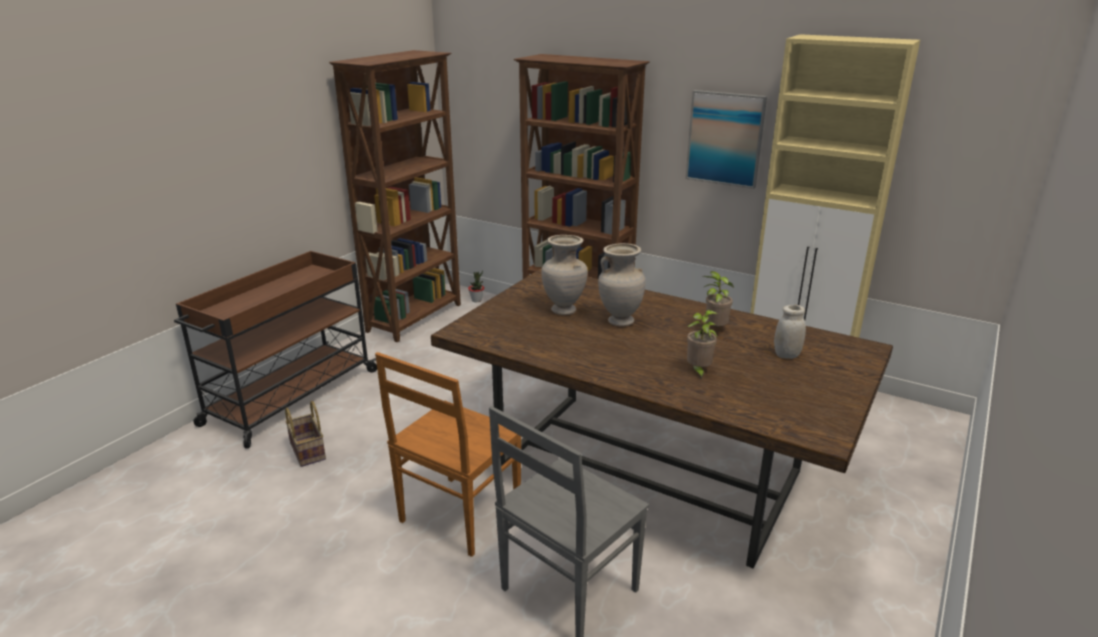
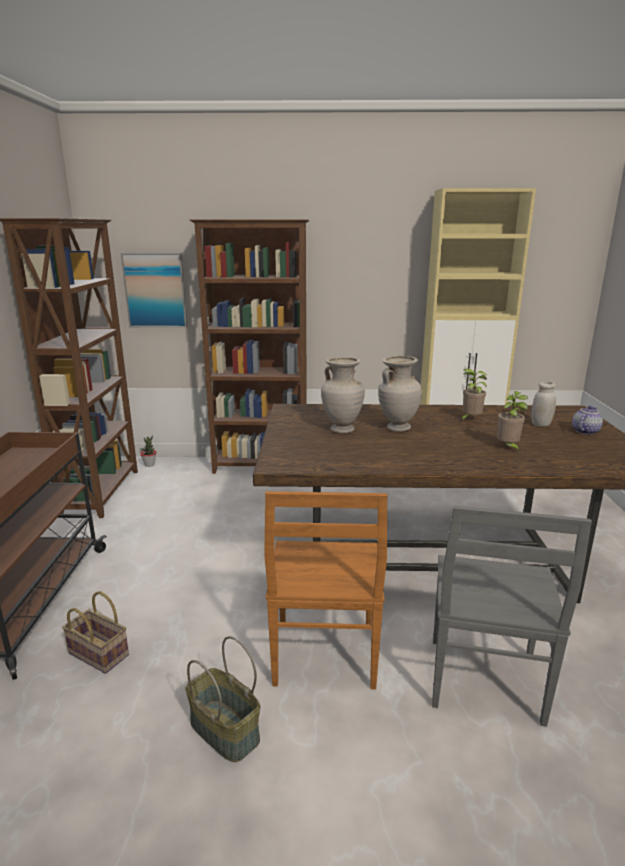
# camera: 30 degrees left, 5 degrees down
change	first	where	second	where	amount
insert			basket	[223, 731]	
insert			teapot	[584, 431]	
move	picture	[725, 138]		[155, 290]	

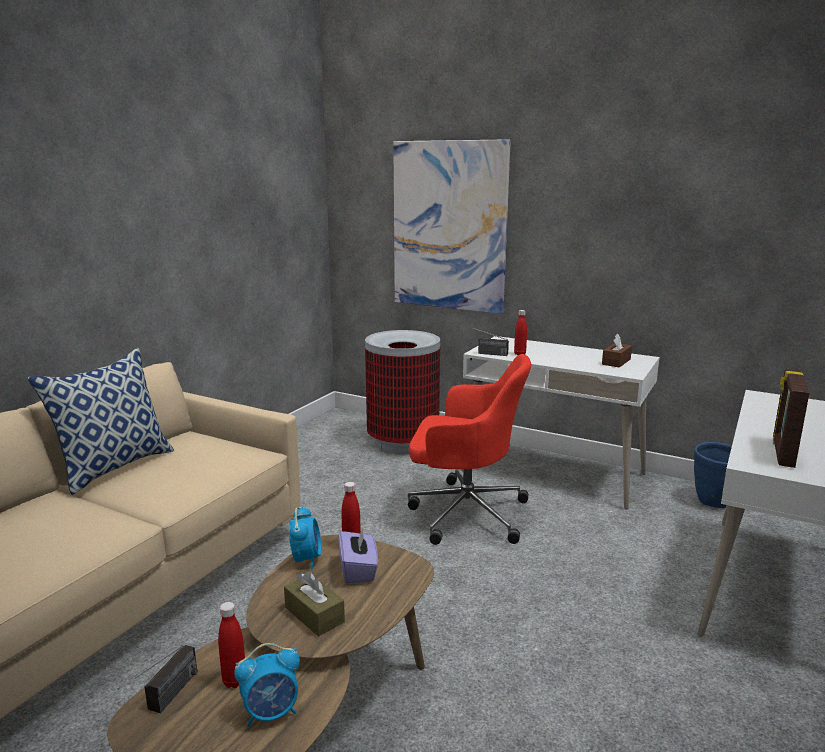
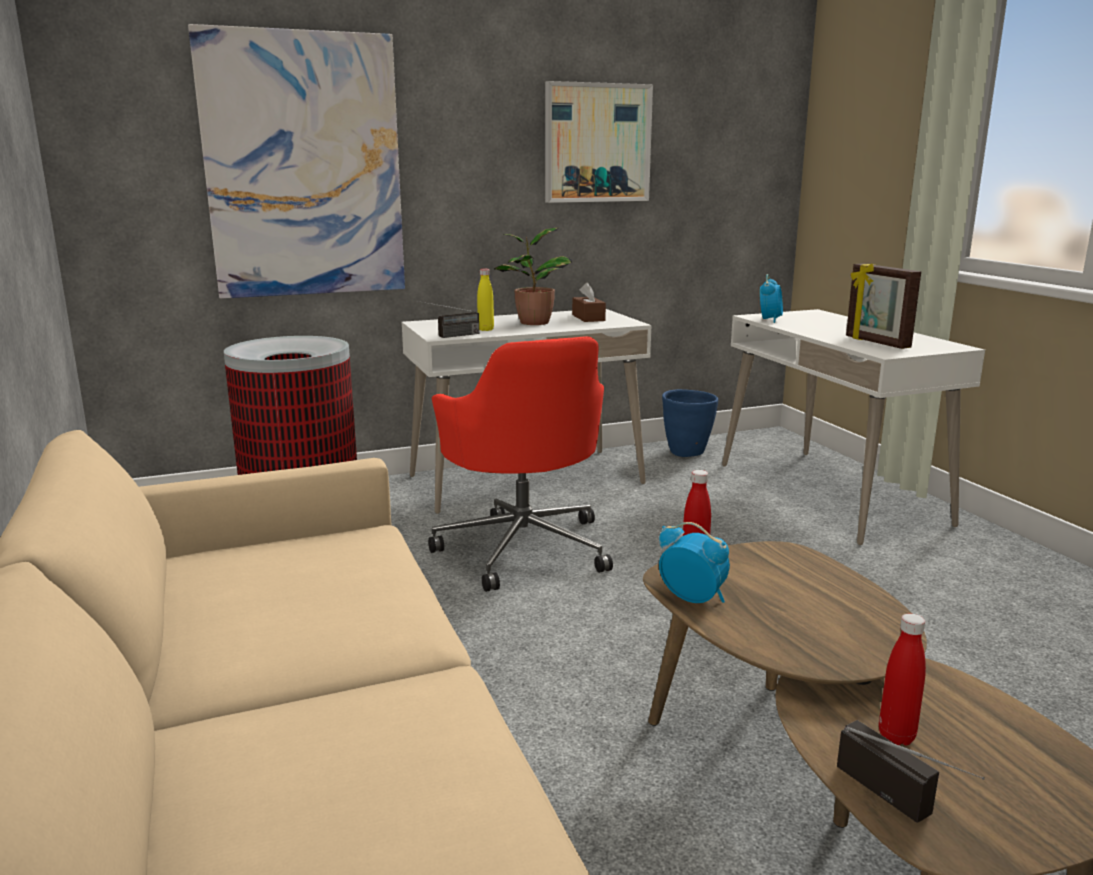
# camera: 50 degrees left, 0 degrees up
change	first	where	second	where	amount
delete	pillow	[115, 467]			
delete	brown tissue box	[314, 615]			
delete	purple tissue box	[358, 570]			
insert			potted plant	[532, 322]	
insert			picture	[597, 143]	
move	alarm clock	[271, 713]		[769, 320]	
recolor	red bottle	[519, 354]	yellow bottle	[485, 329]	
rotate	red office chair	[465, 512]		[524, 548]	105 degrees clockwise

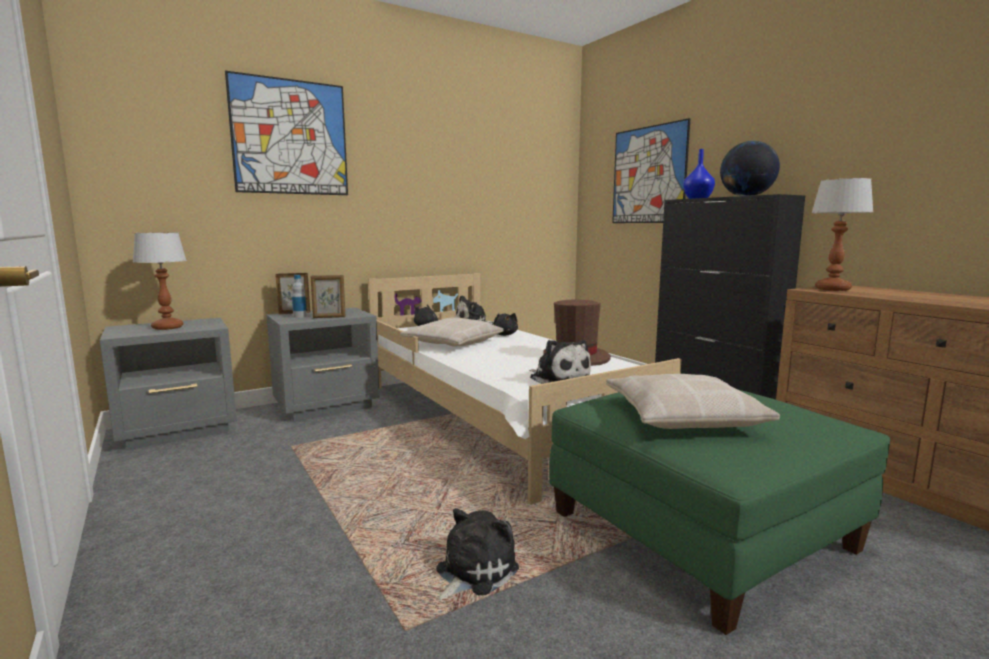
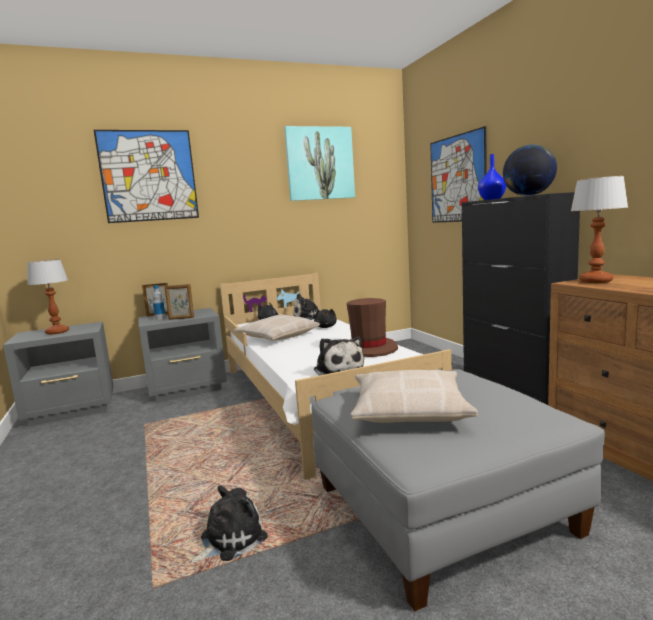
# camera: 10 degrees right, 0 degrees up
change	first	where	second	where	amount
insert			picture	[320, 163]	
recolor	green ottoman	[700, 530]	grey ottoman	[441, 508]	

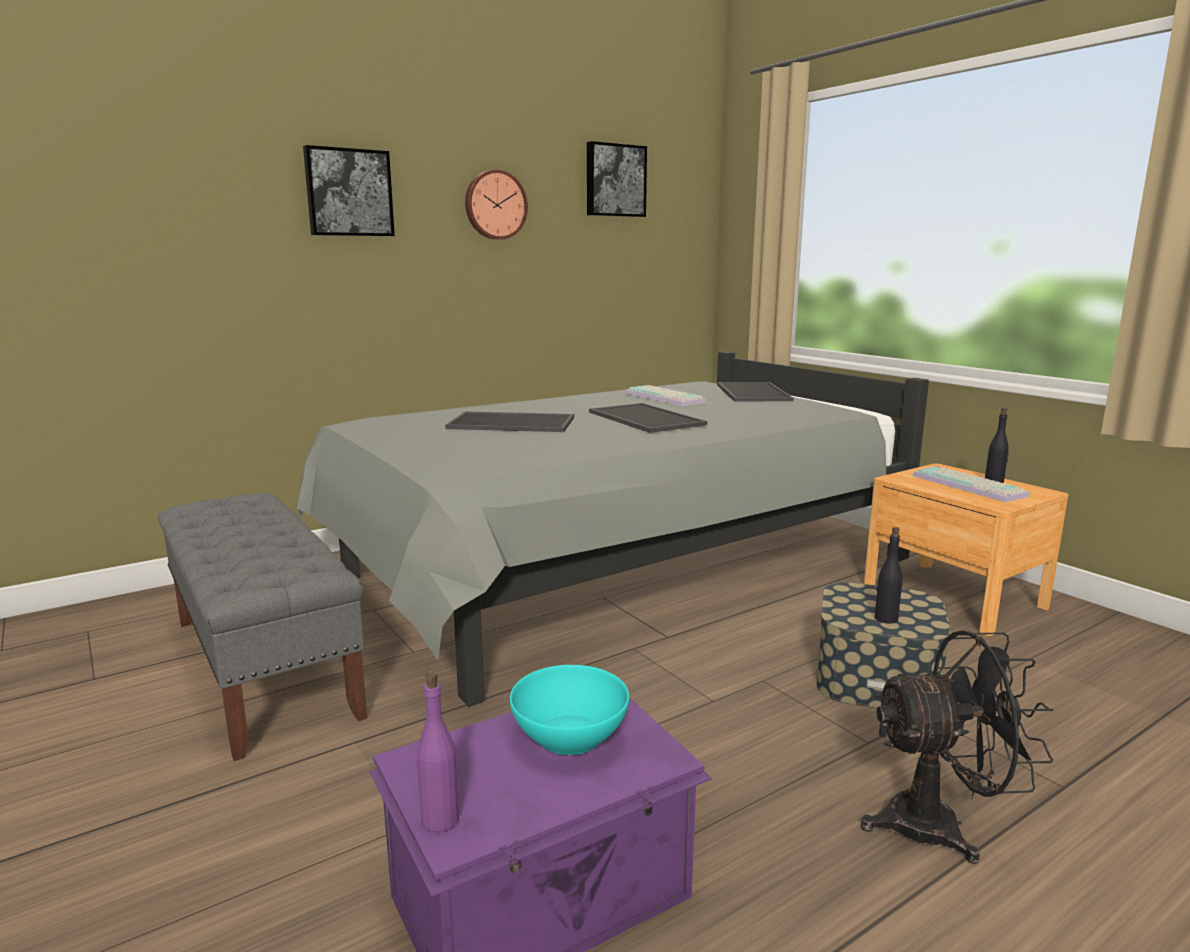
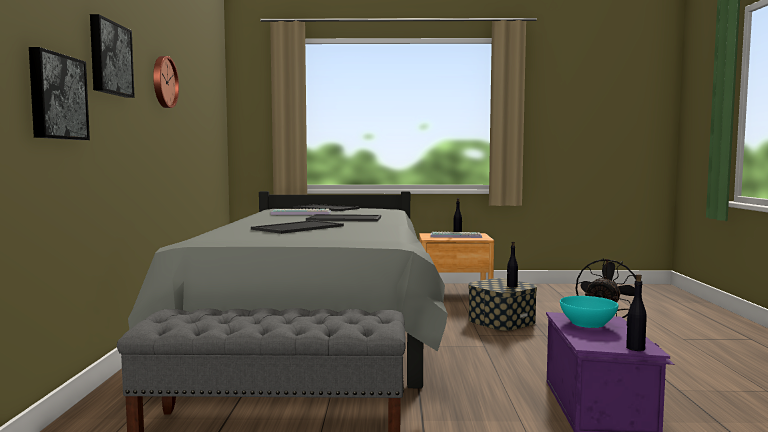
# camera: 55 degrees left, 10 degrees down
change	first	where	second	where	amount
move	picture	[614, 180]		[56, 97]	
recolor	purple bottle	[440, 819]	black bottle	[635, 348]	

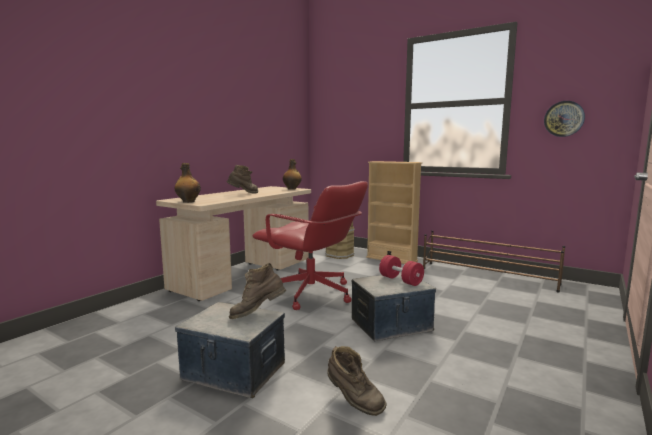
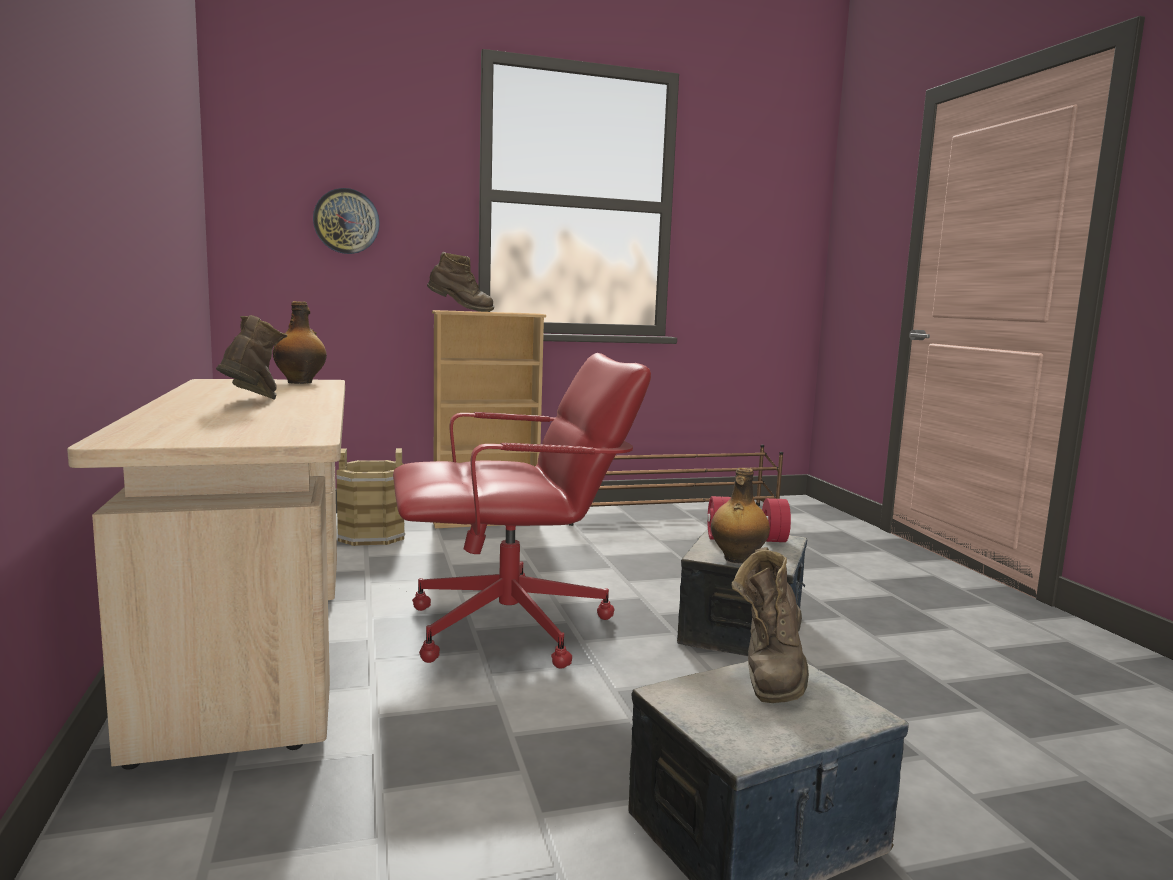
# camera: 50 degrees left, 0 degrees up
change	first	where	second	where	amount
move	bottle	[188, 201]		[737, 559]	
move	brown boot	[353, 401]		[461, 310]	
move	wall clock	[564, 119]		[346, 221]	

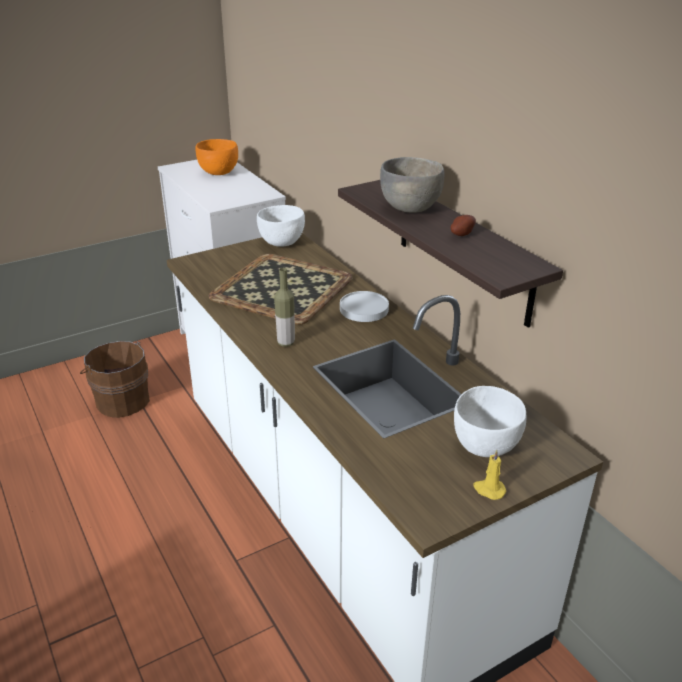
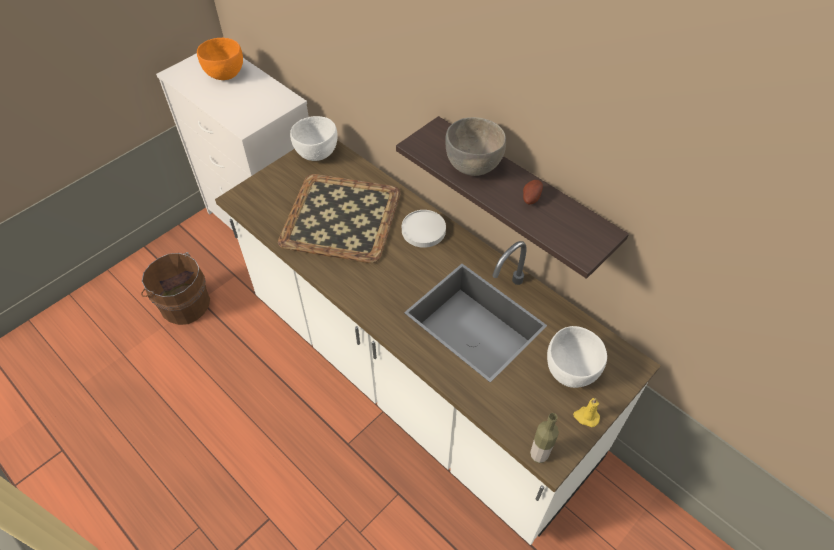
# camera: 15 degrees left, 20 degrees up
change	first	where	second	where	amount
move	bottle	[286, 343]		[539, 455]	

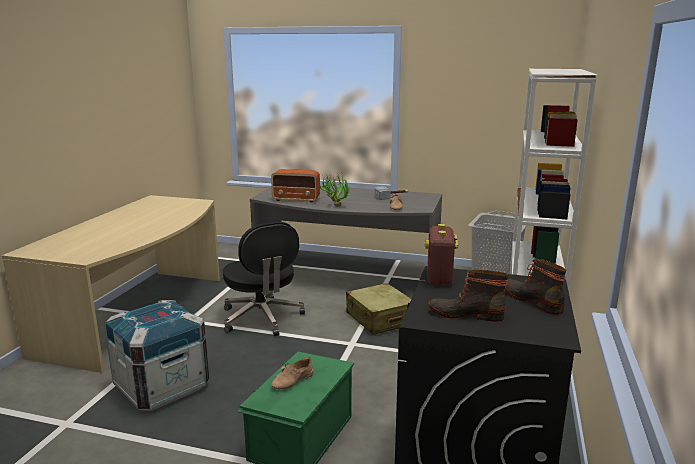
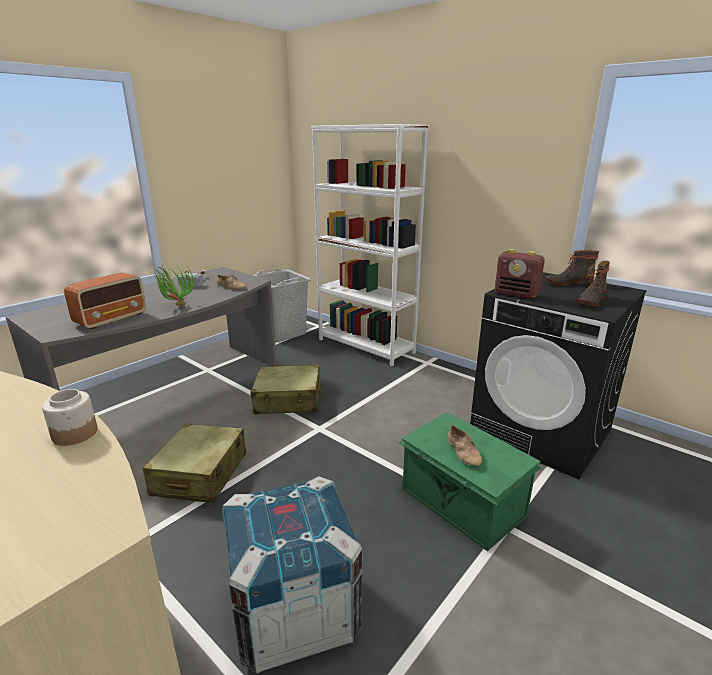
# camera: 65 degrees left, 5 degrees up
change	first	where	second	where	amount
insert			jar	[75, 433]	
replace	black office chair	[262, 318]	beige suitcase	[200, 474]	

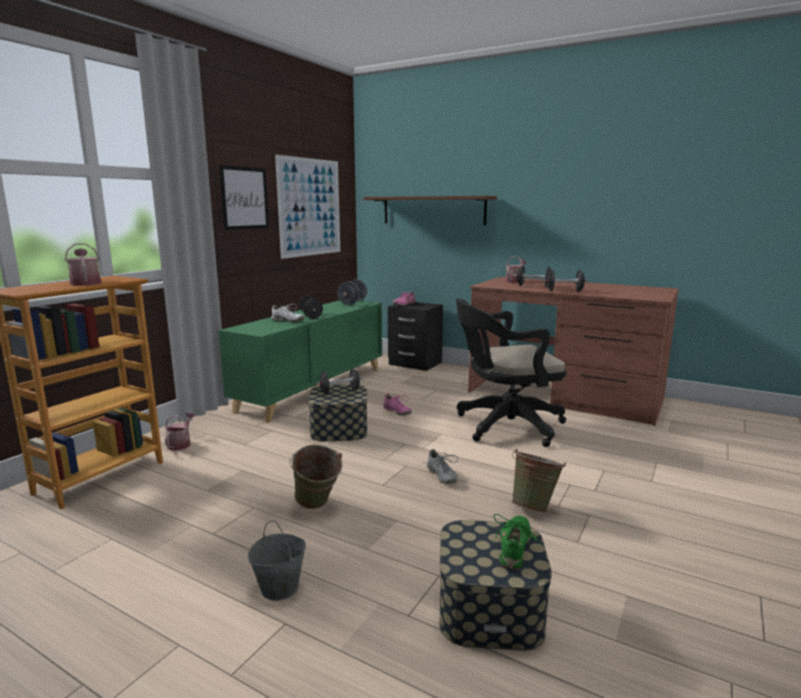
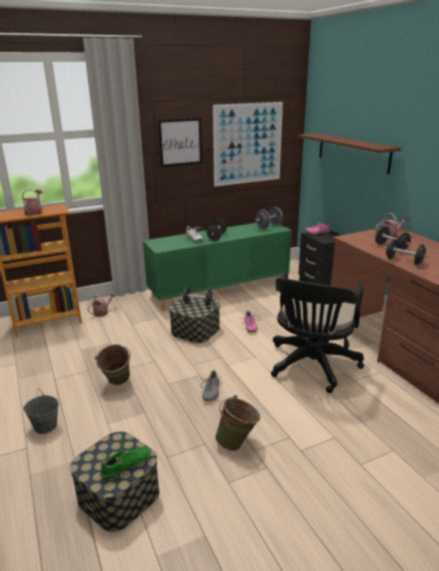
# camera: 35 degrees right, 10 degrees up
change	first	where	second	where	amount
rotate	black office chair	[504, 426]		[311, 367]	90 degrees counterclockwise

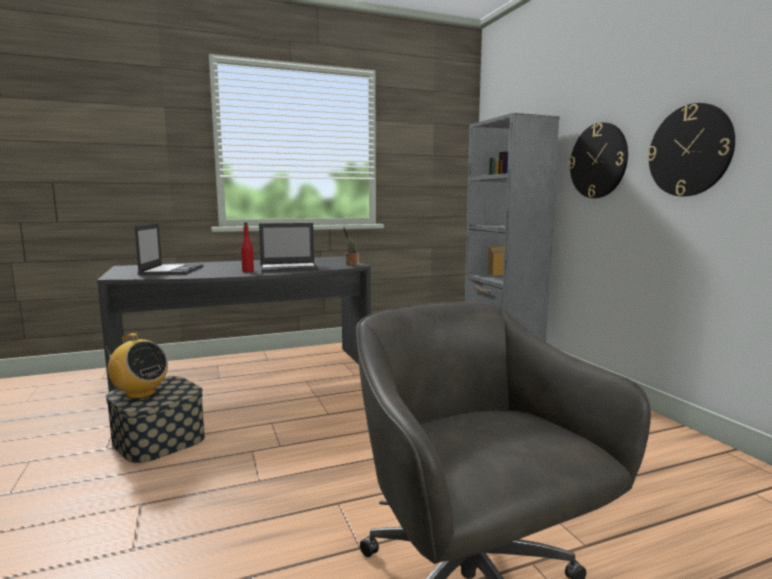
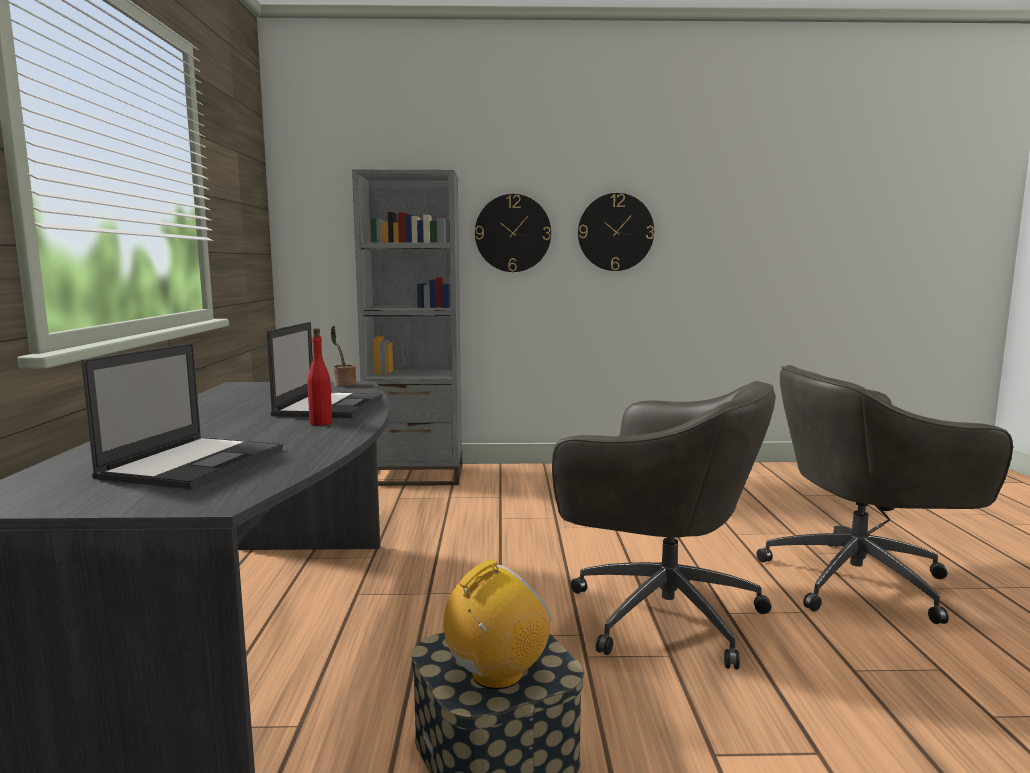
# camera: 70 degrees left, 0 degrees up
change	first	where	second	where	amount
insert			grey office chair	[659, 613]	
rotate	laptop	[172, 270]		[195, 462]	90 degrees clockwise

